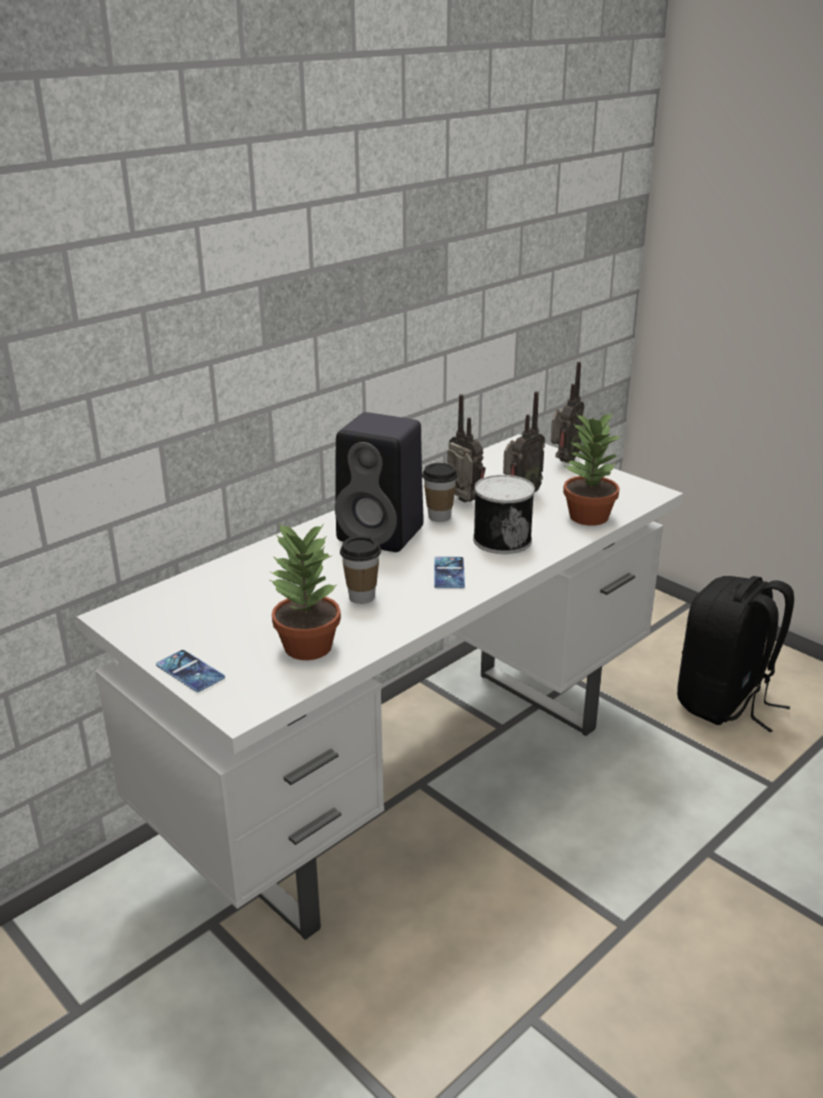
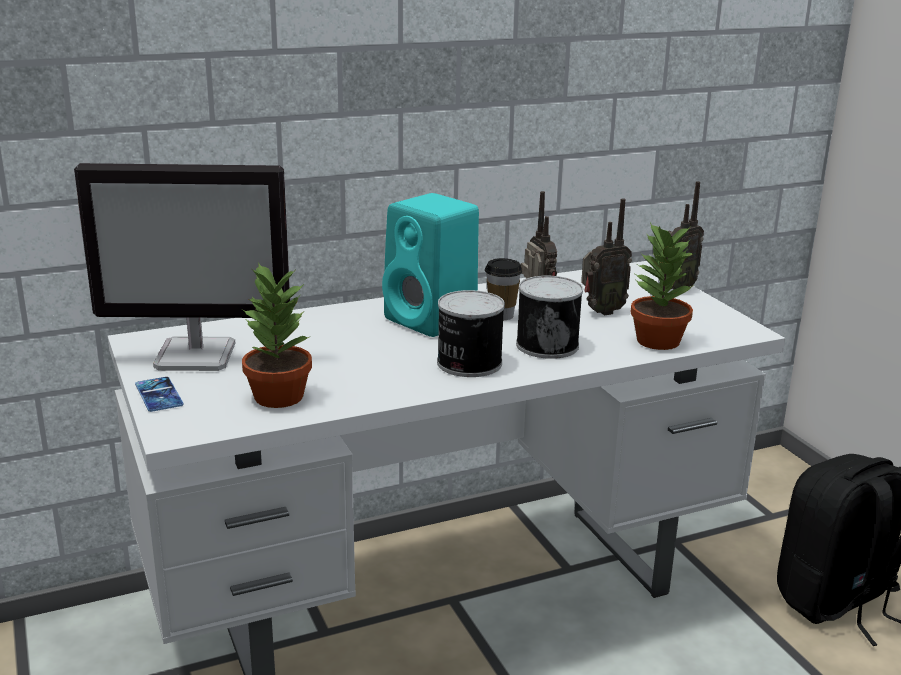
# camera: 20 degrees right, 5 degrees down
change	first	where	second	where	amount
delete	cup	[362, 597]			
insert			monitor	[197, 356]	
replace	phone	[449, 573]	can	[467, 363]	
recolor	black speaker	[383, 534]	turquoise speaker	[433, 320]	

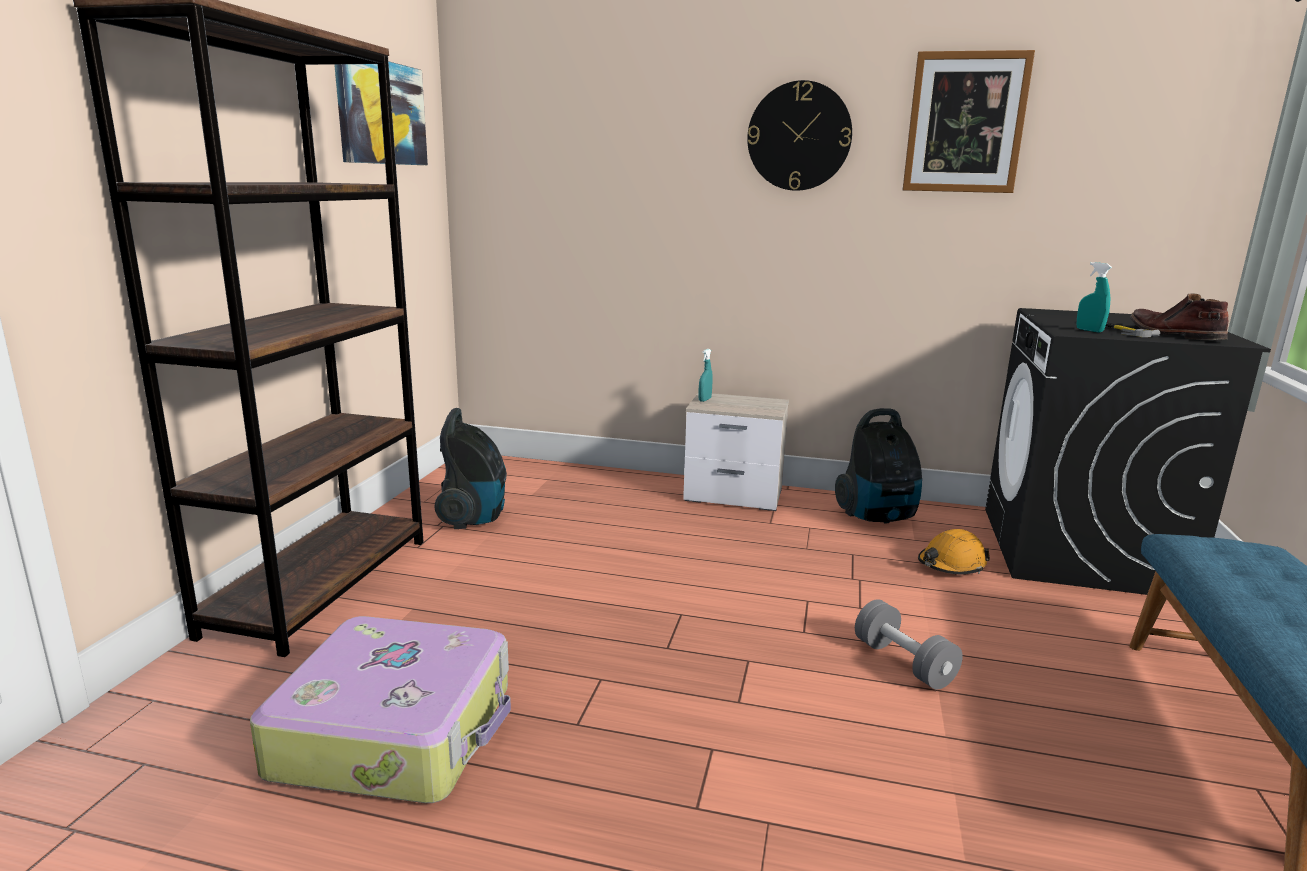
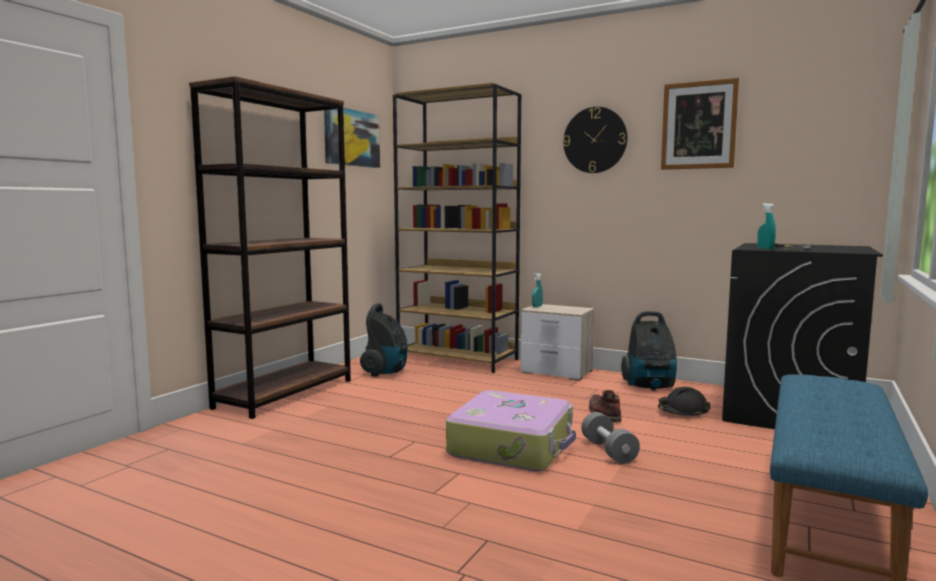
# camera: 15 degrees right, 10 degrees down
change	first	where	second	where	amount
insert			brown bookcase	[458, 359]	
move	suitcase	[397, 730]		[512, 446]	
move	brown boot	[1173, 334]		[603, 414]	
recolor	orange hard hat	[951, 565]	black hard hat	[683, 412]	

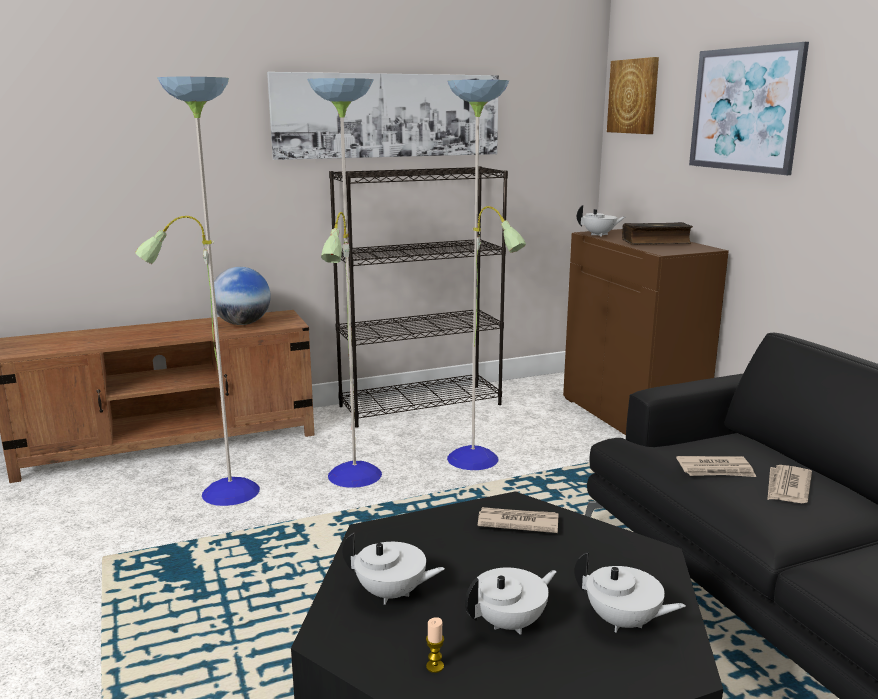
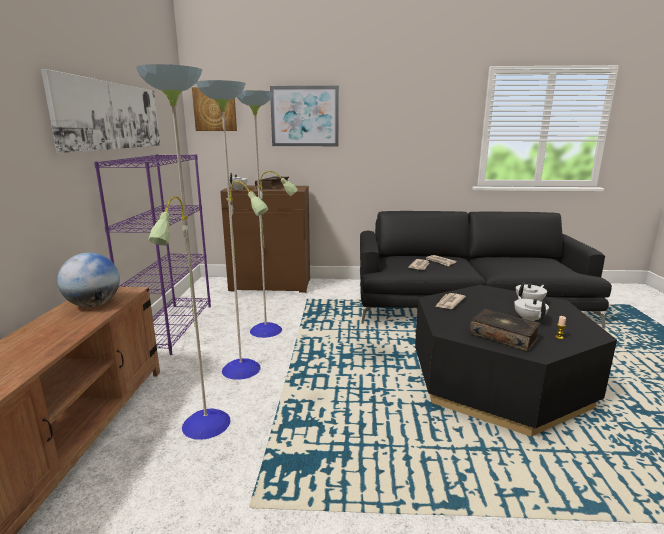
# camera: 65 degrees left, 0 degrees up
change	first	where	second	where	amount
replace	white teapot	[392, 594]	book	[503, 336]	
recolor	black bookcase	[421, 405]	purple bookcase	[172, 327]	

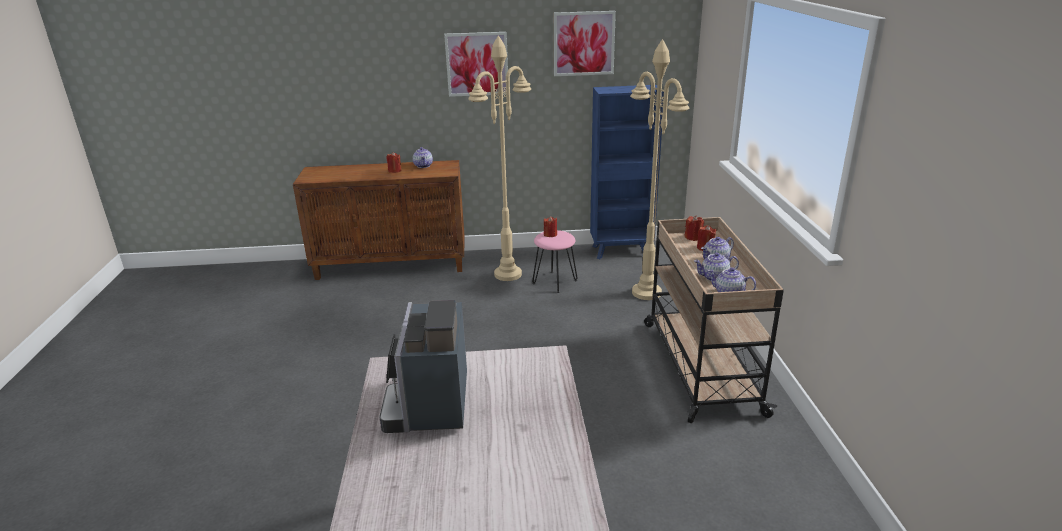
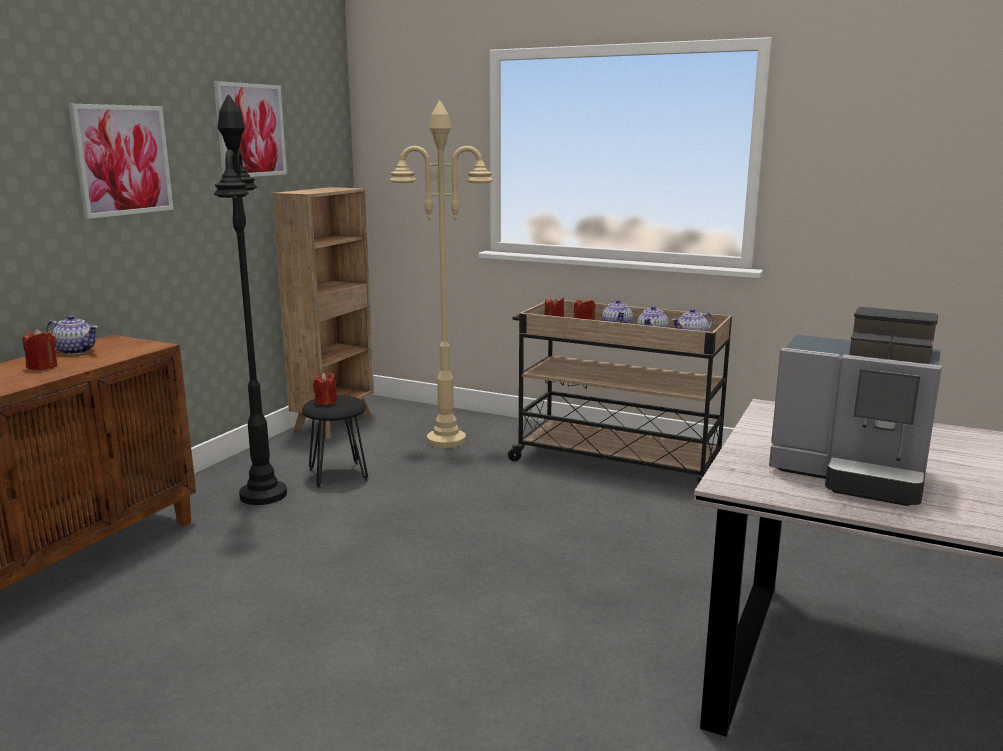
# camera: 60 degrees left, 10 degrees down
change	first	where	second	where	amount
recolor	beige floor lamp	[507, 274]	black floor lamp	[263, 495]	
recolor	pink stool	[555, 282]	black stool	[338, 474]	
recolor	blue bookcase	[621, 251]	brown bookcase	[335, 423]	

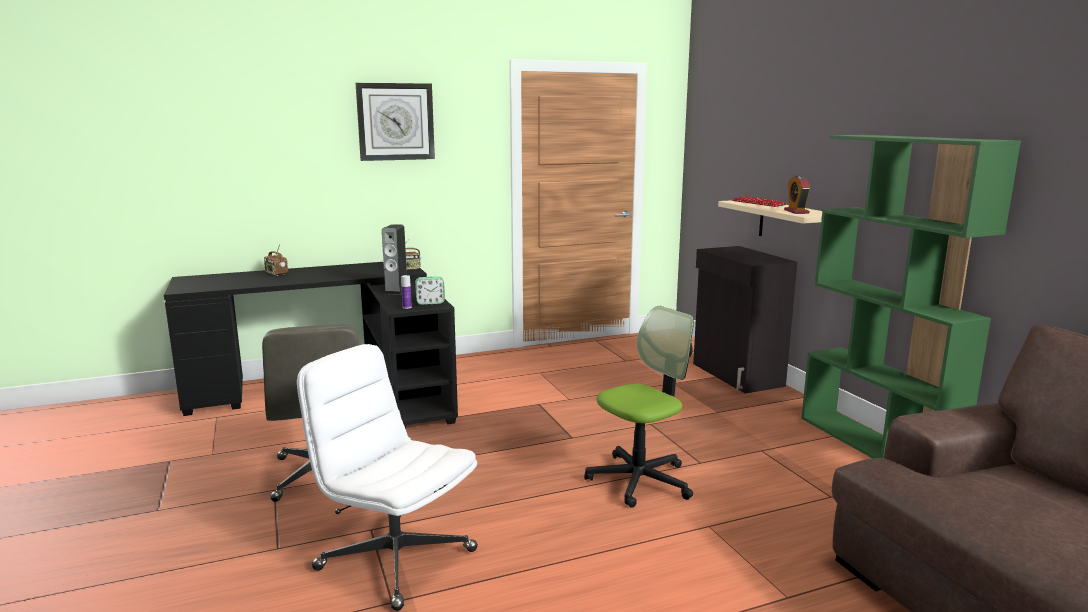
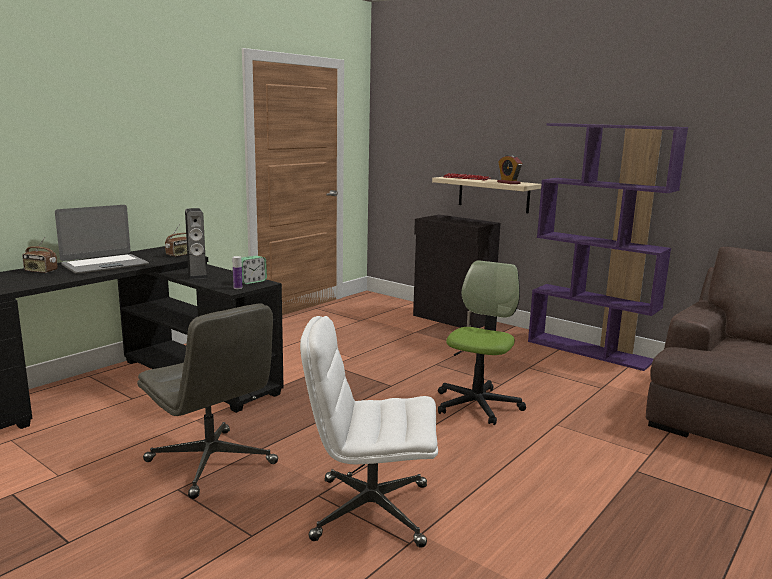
# camera: 30 degrees left, 0 degrees up
change	first	where	second	where	amount
delete	wall clock	[395, 122]			
insert			laptop	[104, 265]	
recolor	green bookcase	[876, 446]	purple bookcase	[590, 351]	

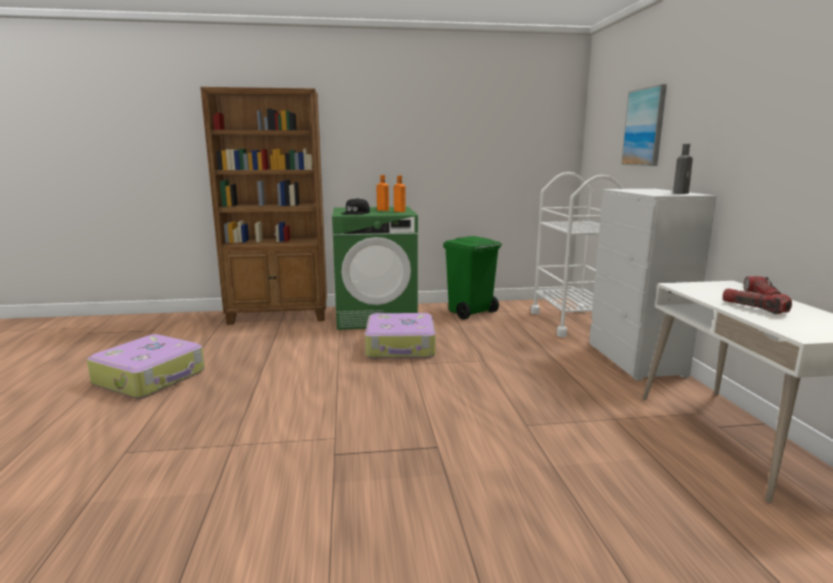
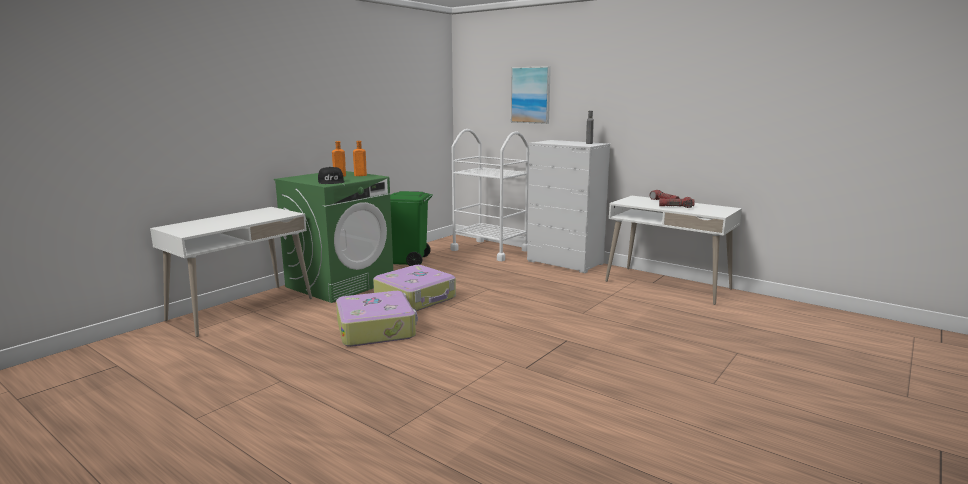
# camera: 45 degrees left, 0 degrees up
change	first	where	second	where	amount
move	suitcase	[151, 377]		[376, 329]	
replace	brown bookcase	[279, 316]	white desk	[241, 309]	

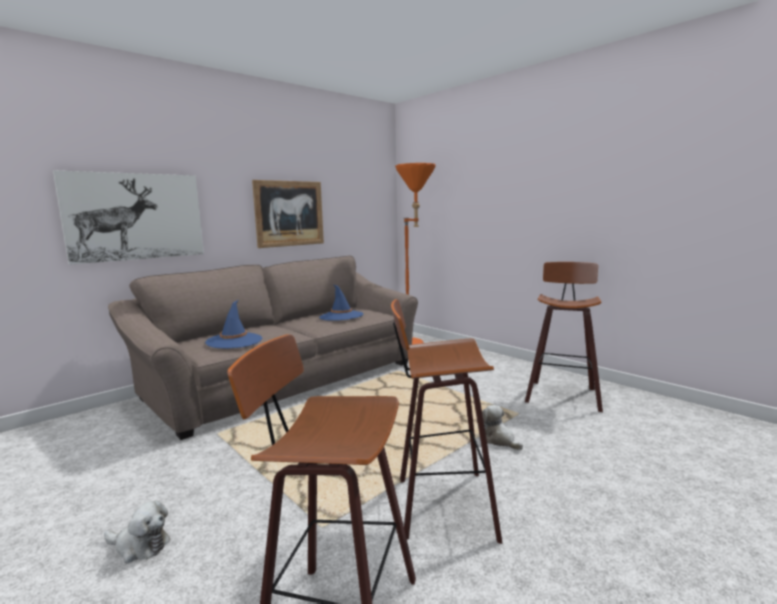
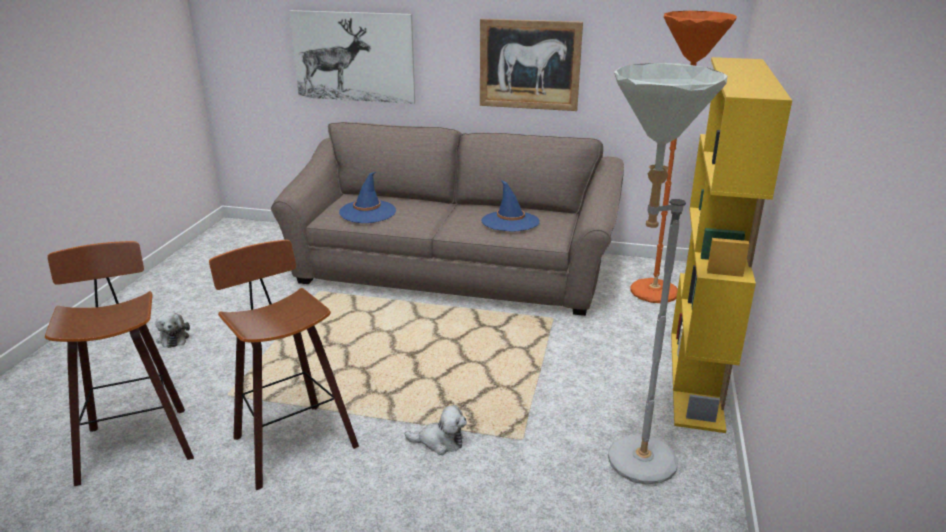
# camera: 55 degrees right, 15 degrees up
change	first	where	second	where	amount
insert			yellow bookcase	[696, 379]	
replace	stool	[562, 394]	grey floor lamp	[628, 463]	
rotate	plush toy	[499, 440]		[440, 442]	75 degrees clockwise

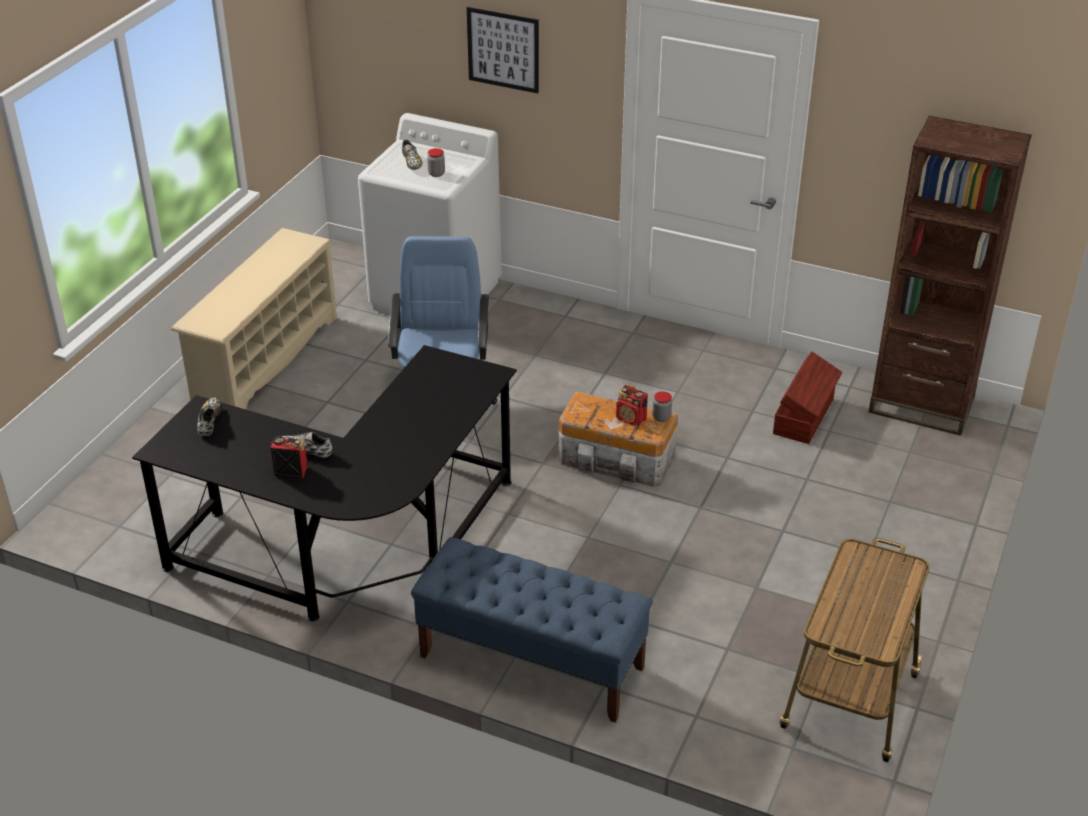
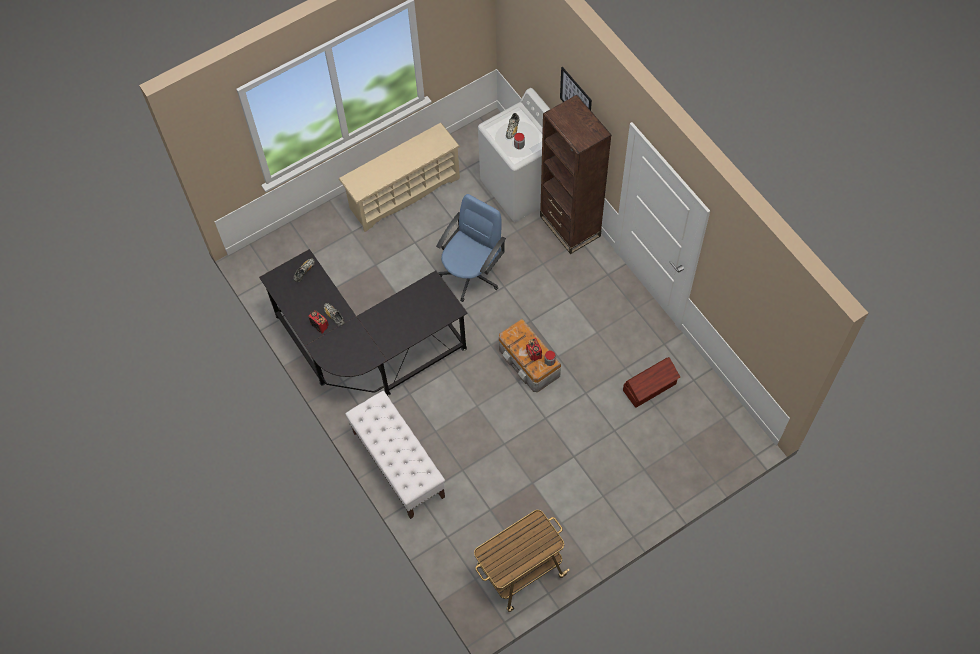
# camera: 35 degrees right, 25 degrees up
change	first	where	second	where	amount
move	brown bookcase	[921, 406]		[570, 226]	
recolor	blue bench	[531, 662]	white bench	[398, 464]	

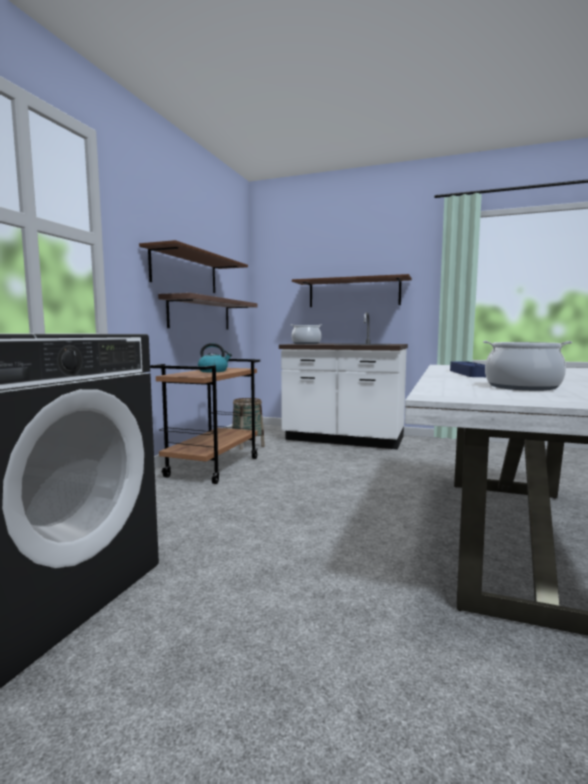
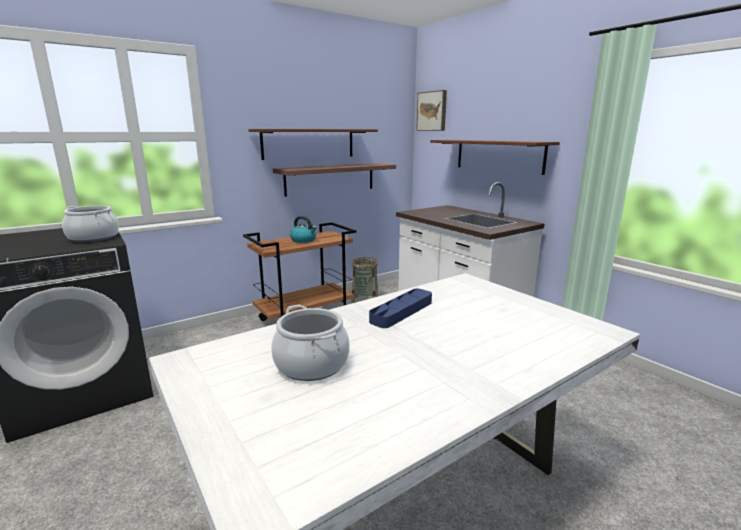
# camera: 35 degrees right, 10 degrees up
change	first	where	second	where	amount
insert			picture	[432, 111]	
move	cooking pot	[306, 344]		[94, 238]	

